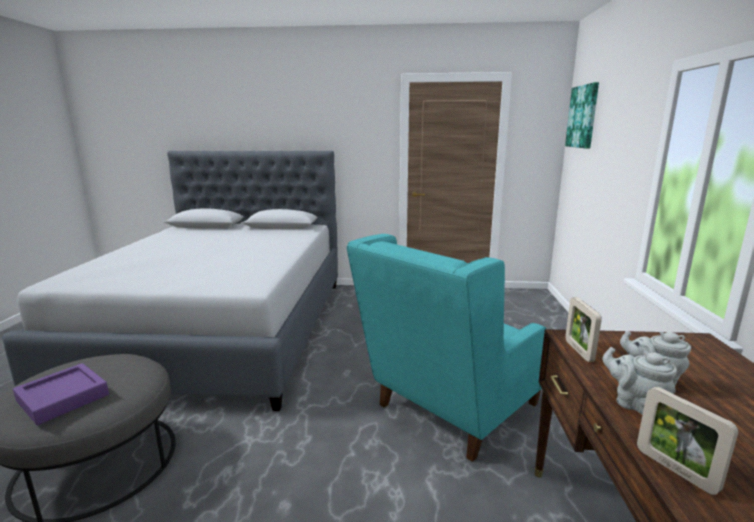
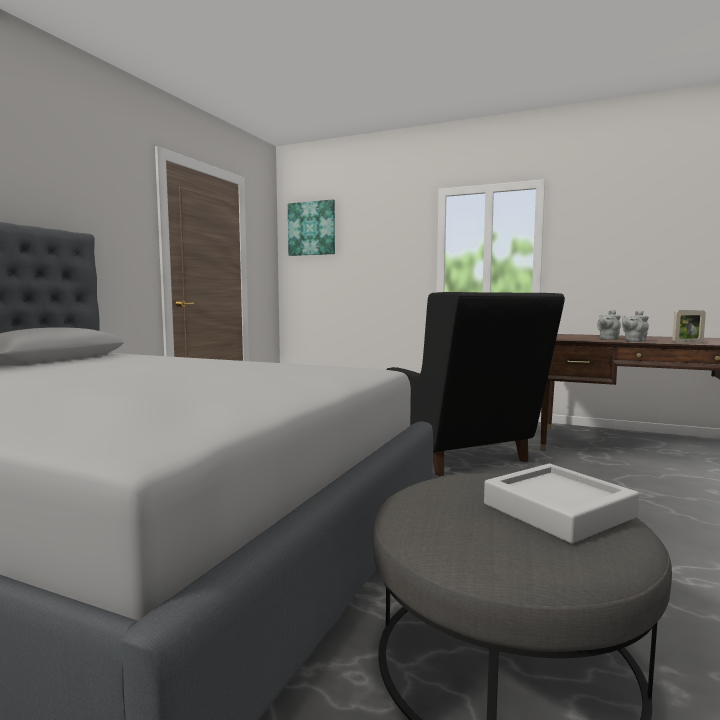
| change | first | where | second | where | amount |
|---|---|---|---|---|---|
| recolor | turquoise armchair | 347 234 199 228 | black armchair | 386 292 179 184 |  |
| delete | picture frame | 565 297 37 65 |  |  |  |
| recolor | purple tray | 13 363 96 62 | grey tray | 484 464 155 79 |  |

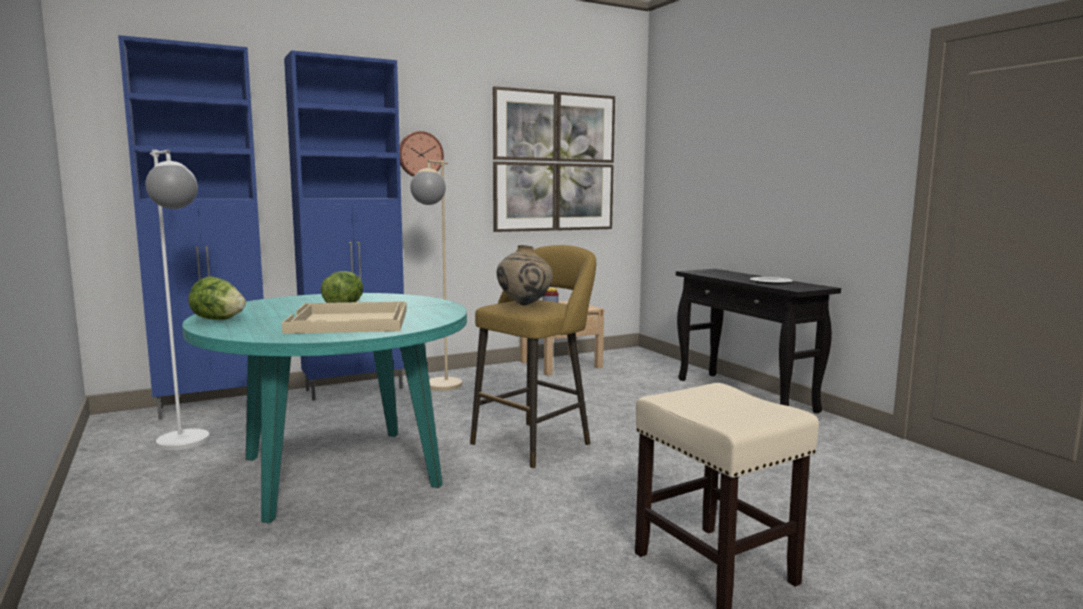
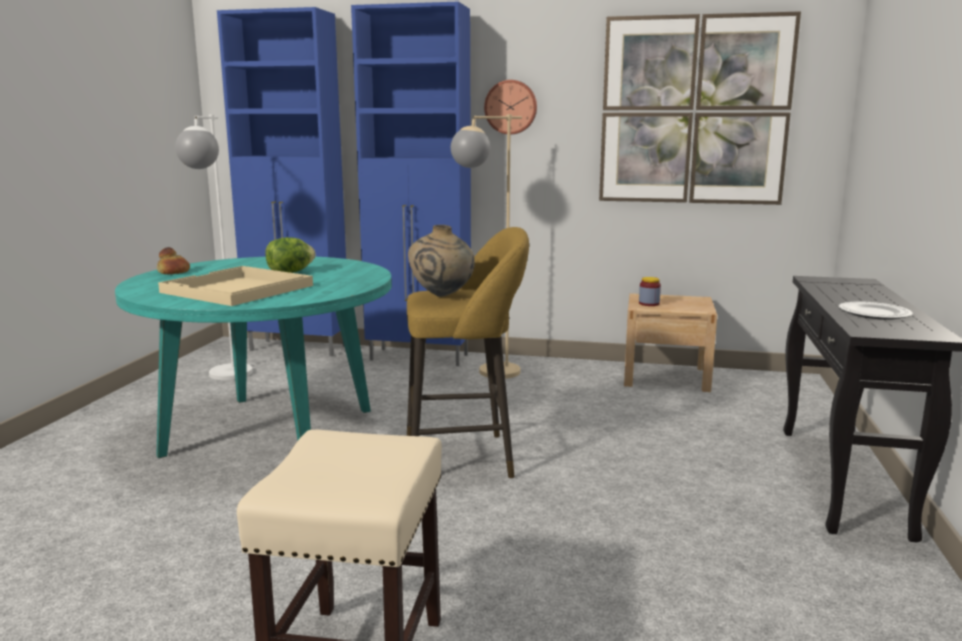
| change | first | where | second | where | amount |
|---|---|---|---|---|---|
| replace | lettuce | 188 277 58 43 | bread | 157 247 33 27 |  |

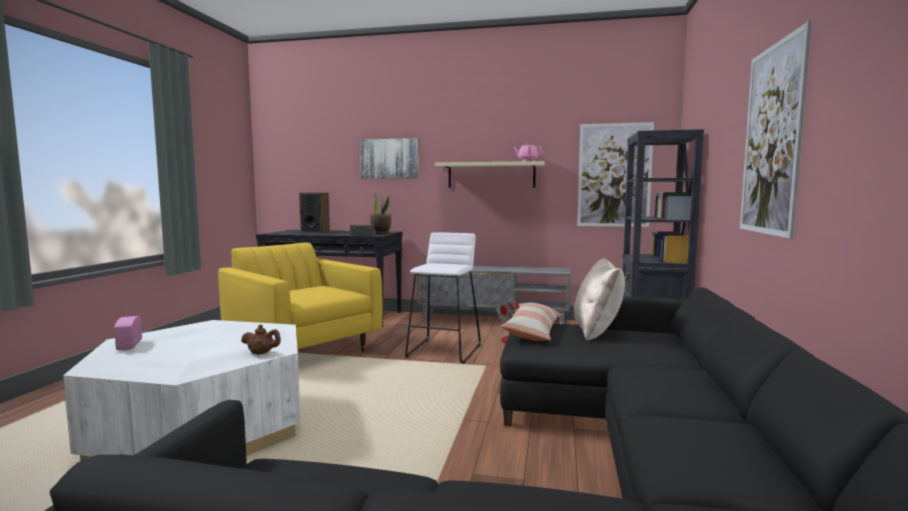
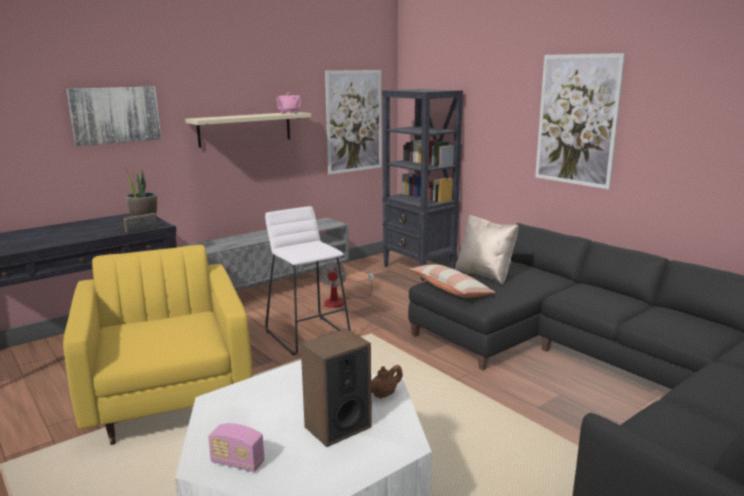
| change | first | where | second | where | amount |
|---|---|---|---|---|---|
| move | speaker | 299 193 31 40 |  | 301 329 71 118 |  |
| rotate | yellow armchair | 218 243 165 109 |  | 63 245 190 200 | 75 degrees clockwise |

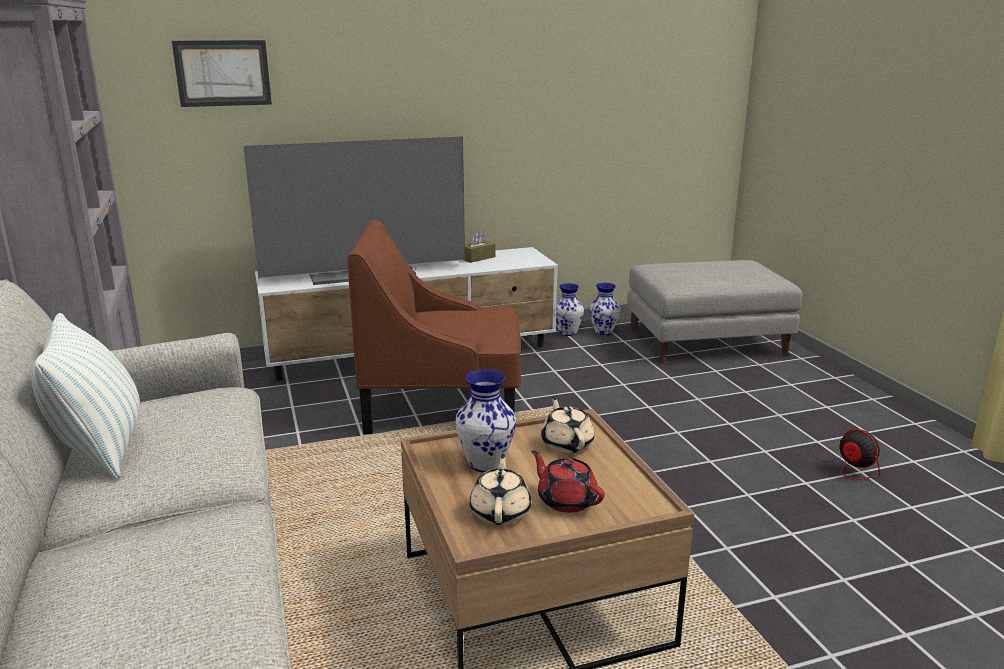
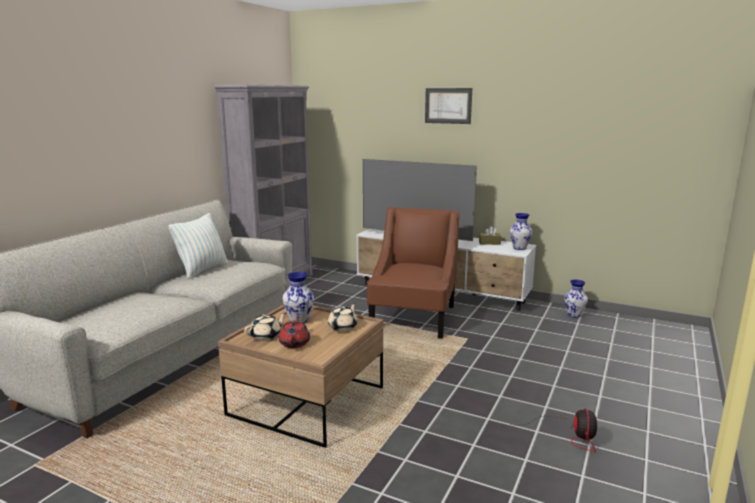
| change | first | where | second | where | amount |
|---|---|---|---|---|---|
| move | picture | 172 40 100 67 |  | 425 88 47 36 |  |
| rotate | brown armchair | 347 220 174 214 |  | 367 207 92 132 | 60 degrees clockwise |
| delete | grey ottoman | 627 260 175 103 |  |  |  |
| move | vase | 556 283 28 53 |  | 510 213 22 37 |  |

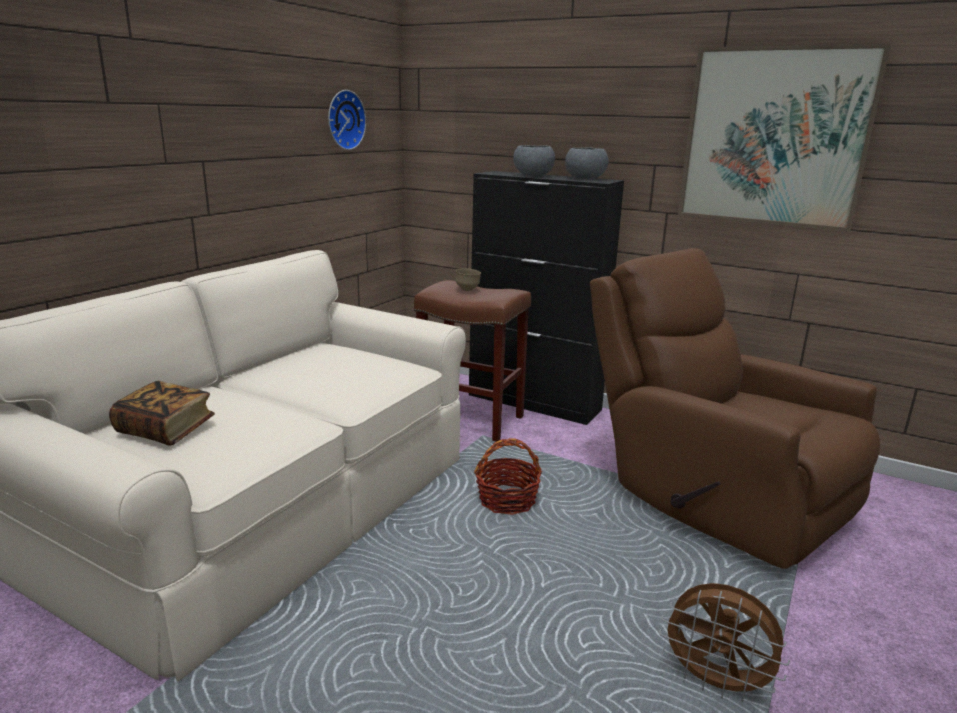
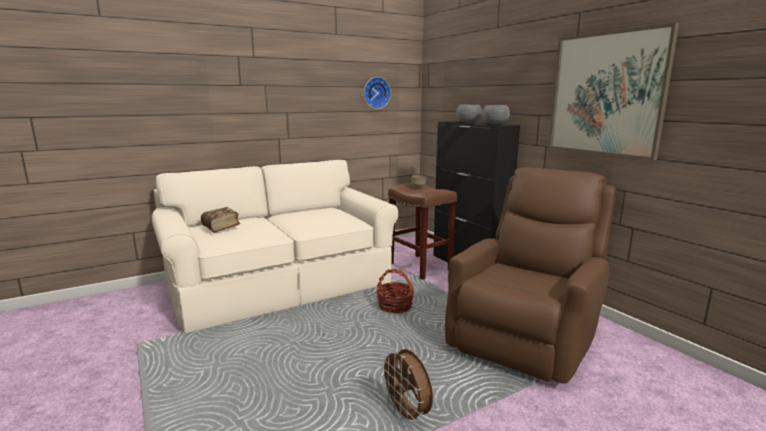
| change | first | where | second | where | amount |
|---|---|---|---|---|---|
| rotate | brown armchair | 590 248 290 321 |  | 445 167 172 217 | 45 degrees clockwise |

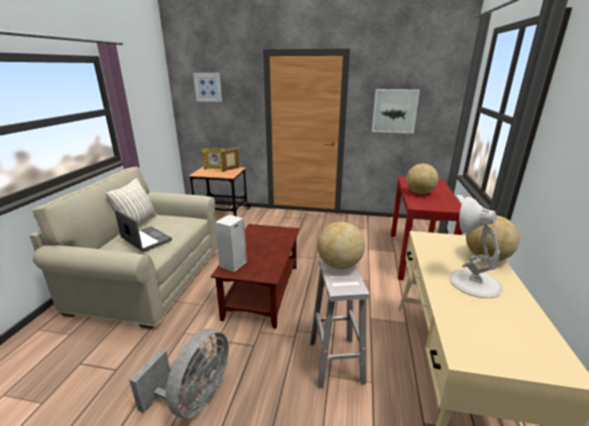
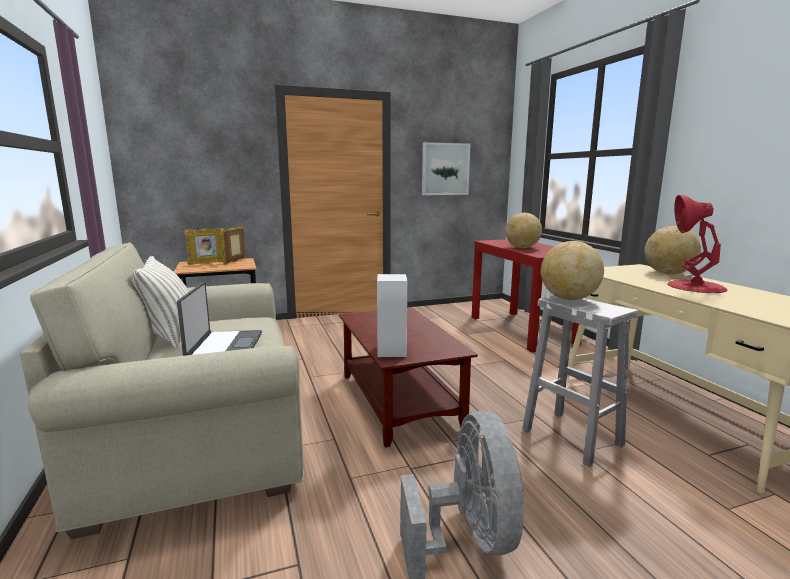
| change | first | where | second | where | amount |
|---|---|---|---|---|---|
| delete | picture | 193 73 29 29 |  |  |  |
| recolor | white table lamp | 449 197 54 101 | red table lamp | 667 195 61 98 |  |
| rotate | laptop | 114 209 58 43 |  | 177 282 85 74 | 75 degrees clockwise |

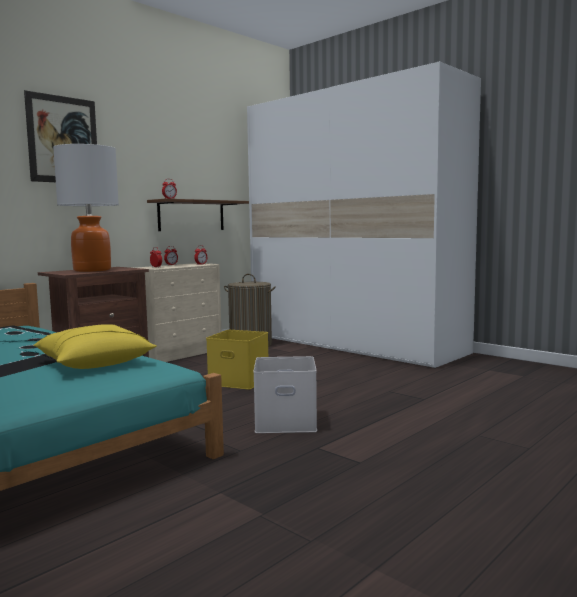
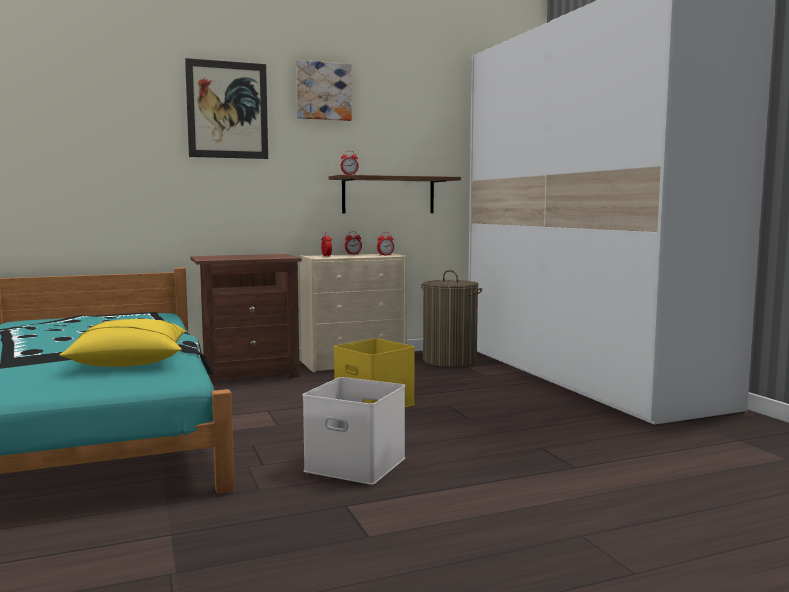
| change | first | where | second | where | amount |
|---|---|---|---|---|---|
| delete | table lamp | 53 144 66 128 |  |  |  |
| insert |  |  | picture | 296 60 56 61 |  |

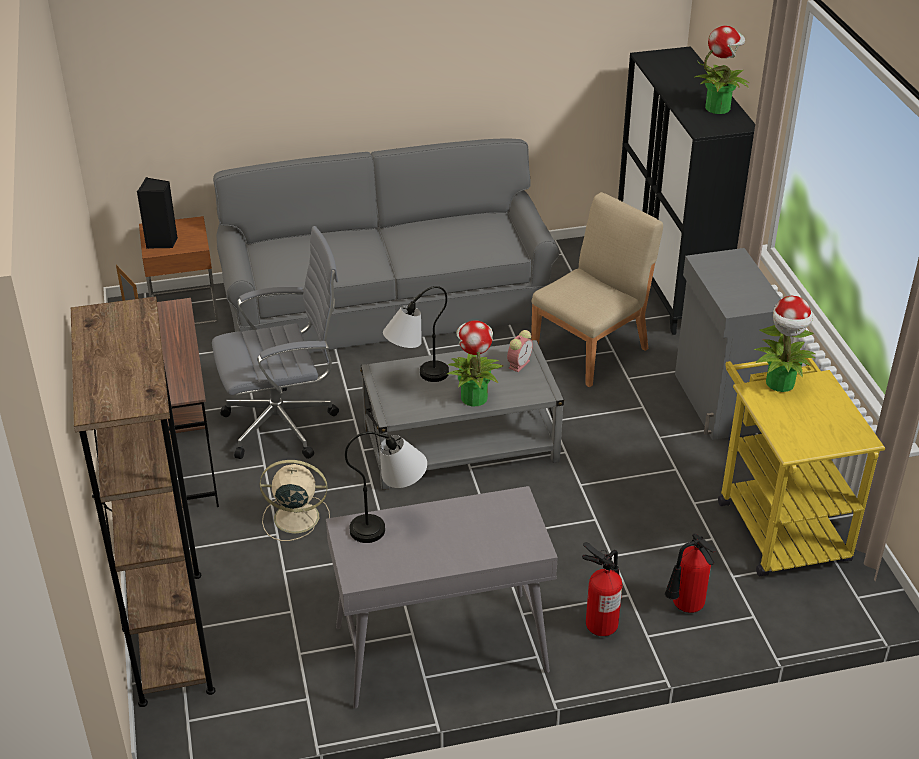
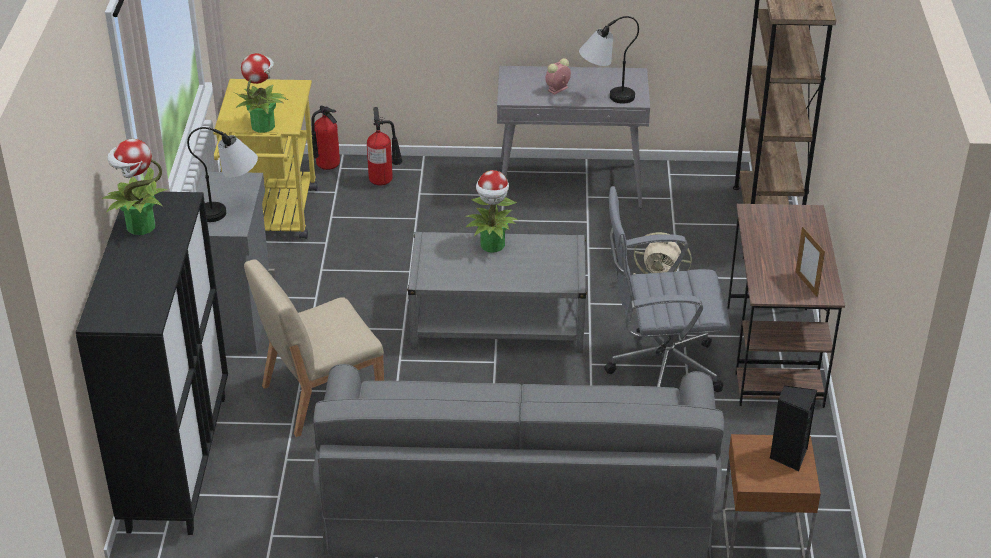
| change | first | where | second | where | amount |
|---|---|---|---|---|---|
| move | table lamp | 383 286 66 96 |  | 187 127 71 95 |  |
| move | alarm clock | 507 330 26 42 |  | 545 58 26 37 |  |
| move | fire extinguisher | 582 542 41 94 |  | 308 105 32 65 |  |

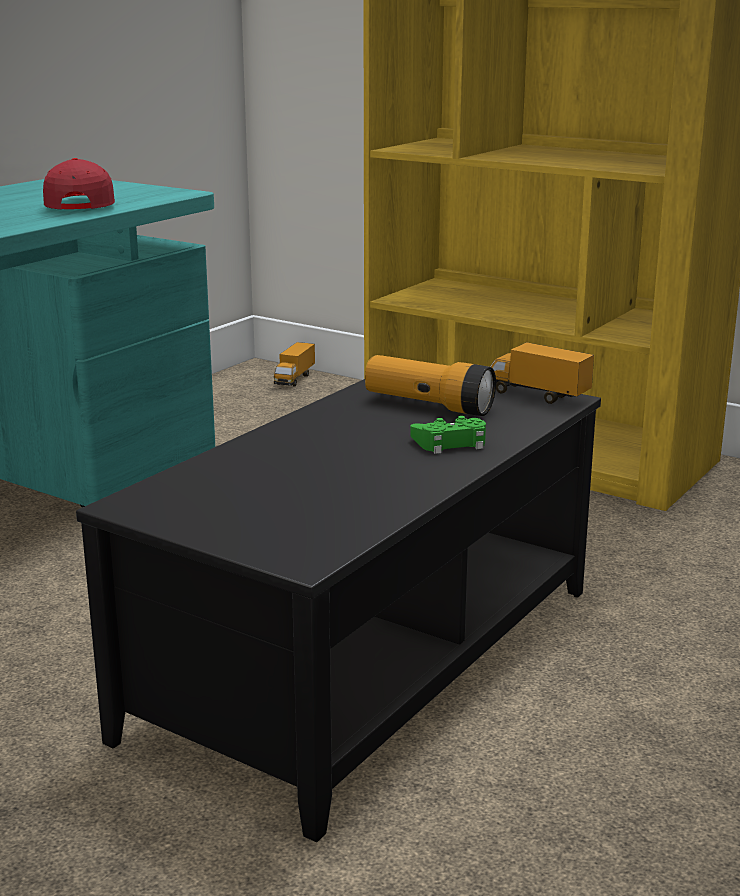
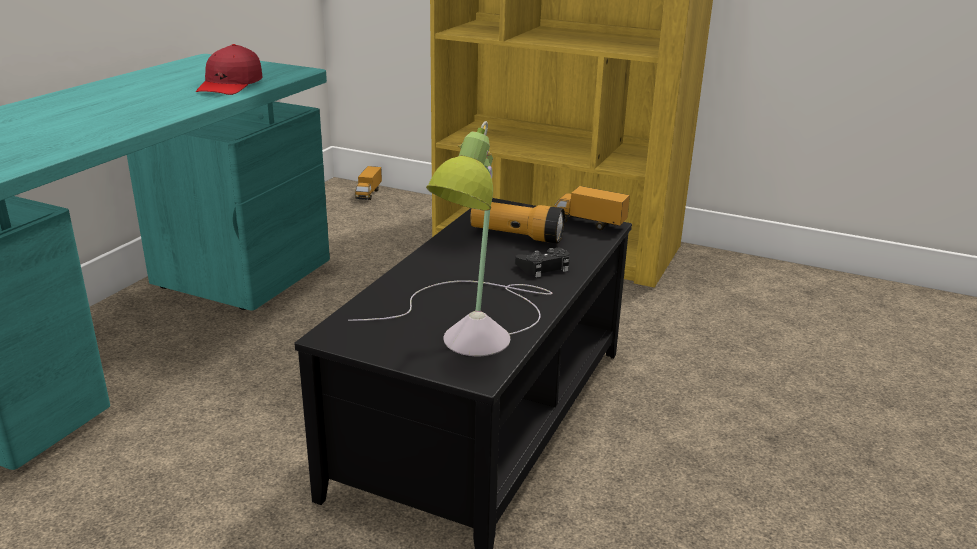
| change | first | where | second | where | amount |
|---|---|---|---|---|---|
| rotate | red cap | 43 158 72 51 |  | 196 44 67 51 | 150 degrees counterclockwise |
| recolor | green game controller | 410 416 76 38 | black game controller | 515 247 55 31 |  |
| insert |  |  | table lamp | 348 121 205 235 |  |

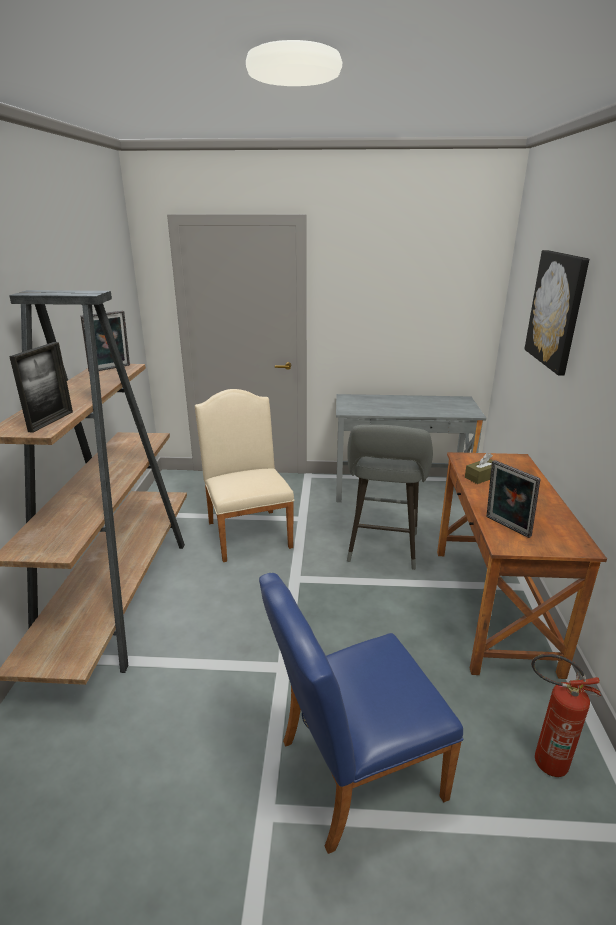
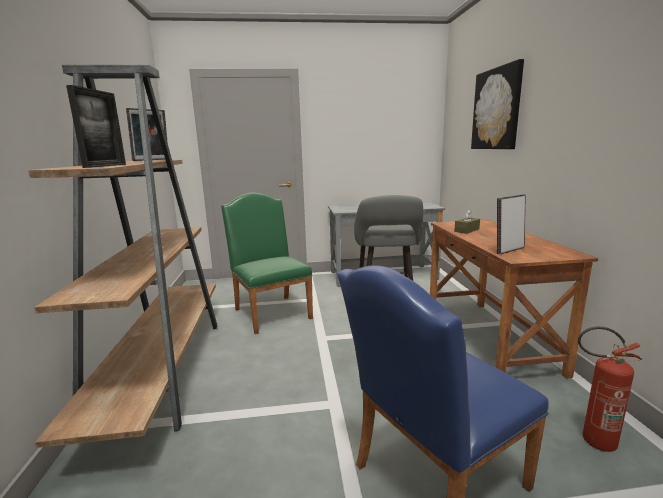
| change | first | where | second | where | amount |
|---|---|---|---|---|---|
| recolor | beige chair | 195 389 100 173 | green chair | 221 193 92 141 |  |
| rotate | picture frame | 486 460 55 78 |  | 497 194 29 60 | 105 degrees clockwise |

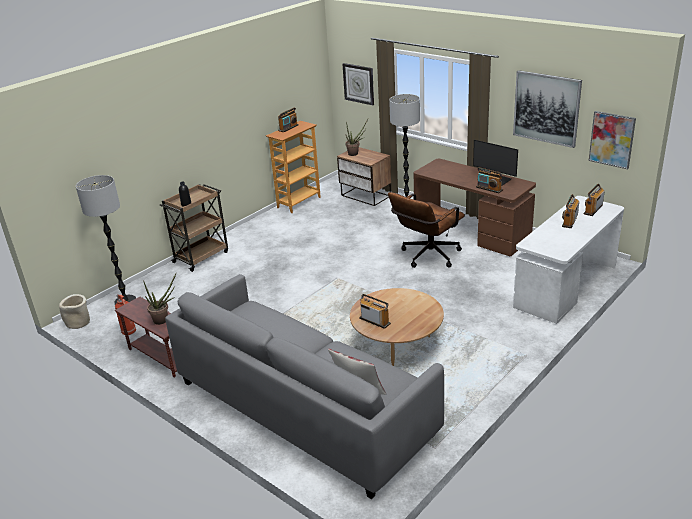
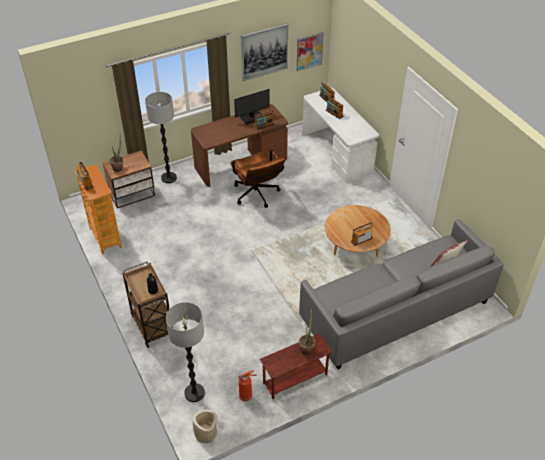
| change | first | where | second | where | amount |
|---|---|---|---|---|---|
| delete | wall clock | 343 63 31 42 |  |  |  |

